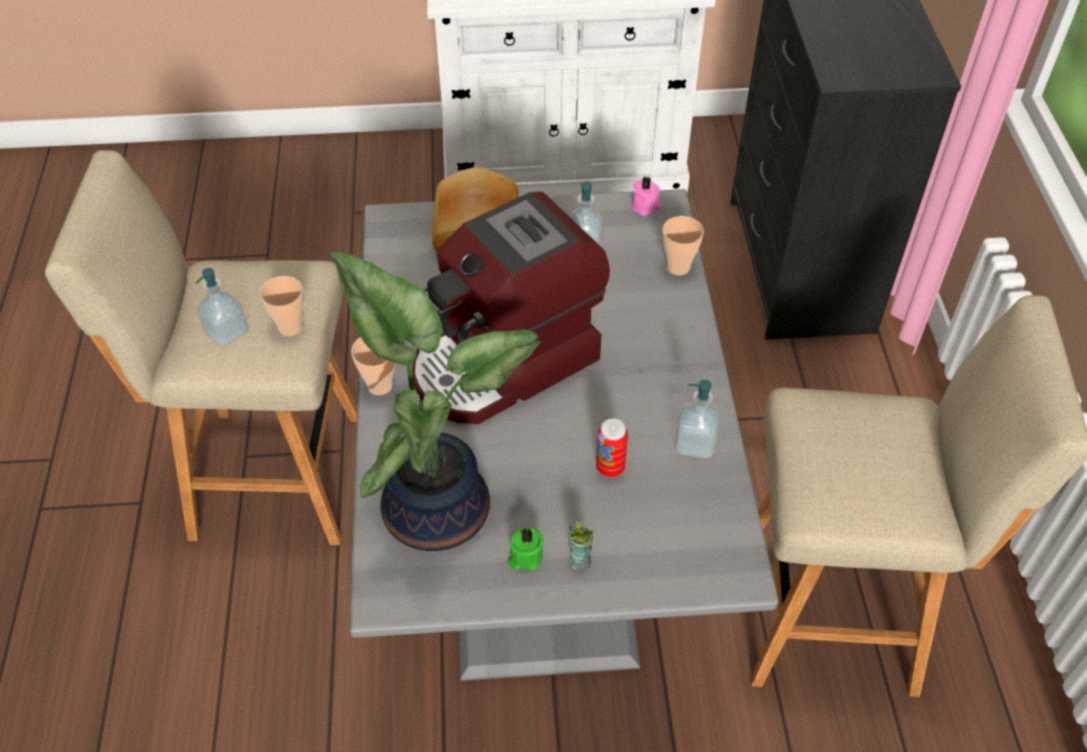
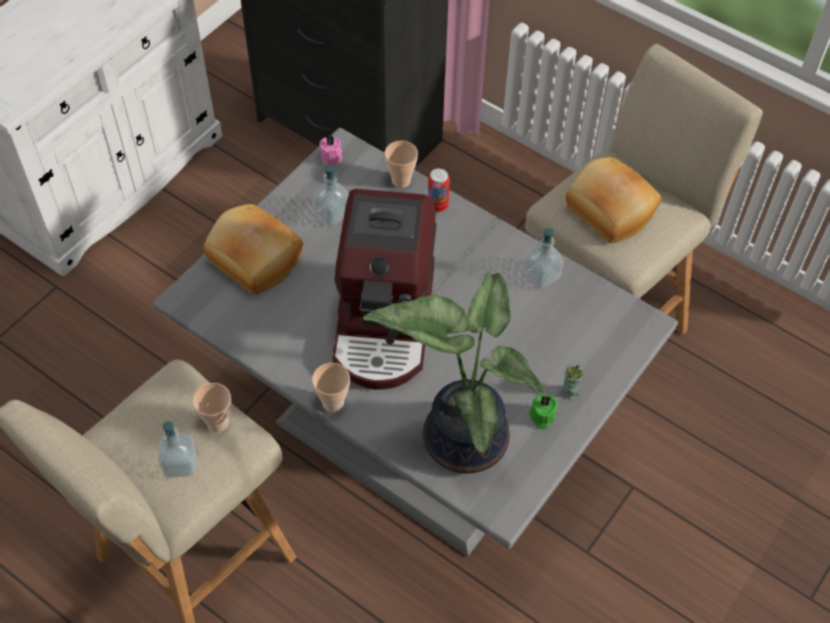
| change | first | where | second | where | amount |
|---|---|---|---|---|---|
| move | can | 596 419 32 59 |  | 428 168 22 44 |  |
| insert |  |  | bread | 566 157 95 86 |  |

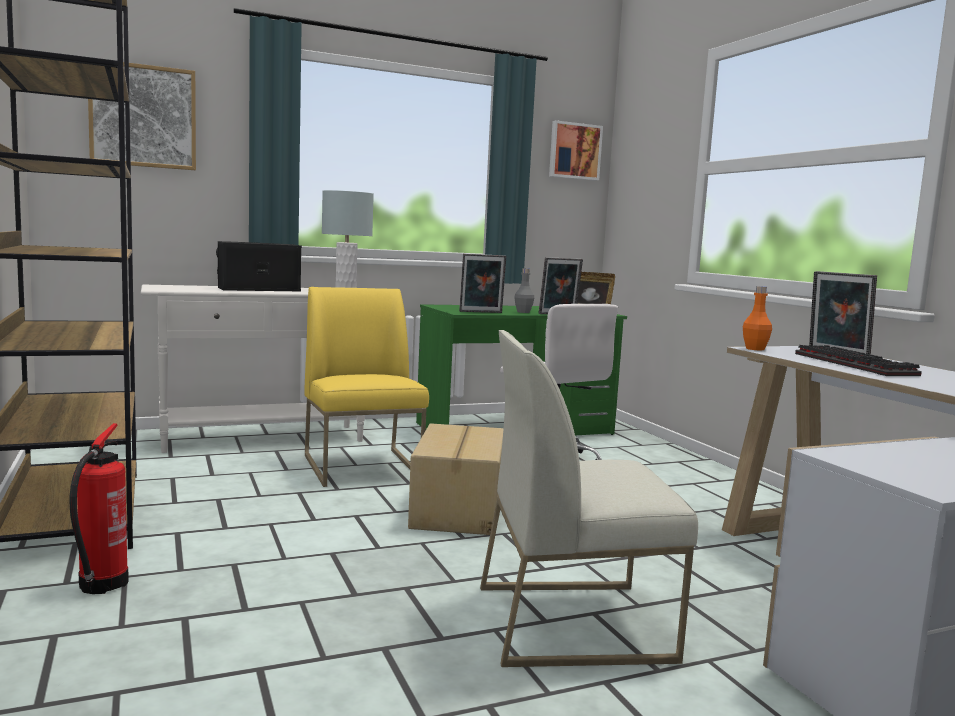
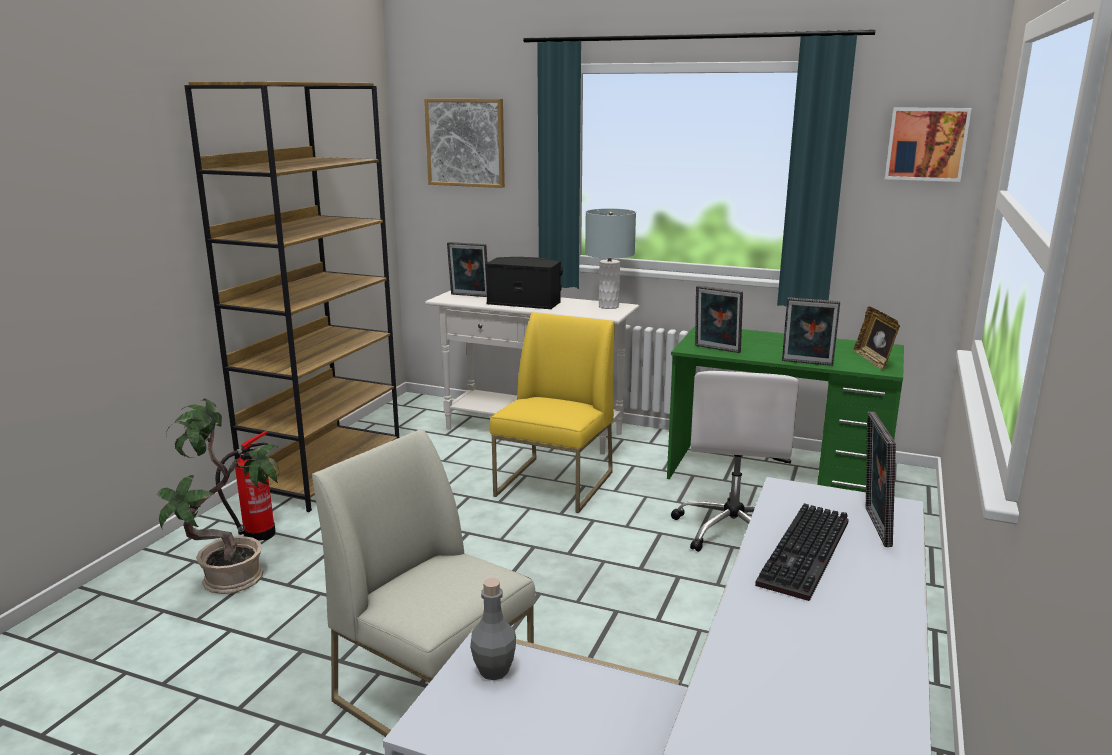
| change | first | where | second | where | amount |
|---|---|---|---|---|---|
| move | grey bottle | 514 268 20 45 |  | 470 578 46 102 |  |
| delete | orange bottle | 743 286 29 65 |  |  |  |
| delete | cardboard box | 408 423 96 112 |  |  |  |
| insert |  |  | picture frame | 447 242 40 55 |  |
| insert |  |  | potted plant | 157 399 122 195 |  |

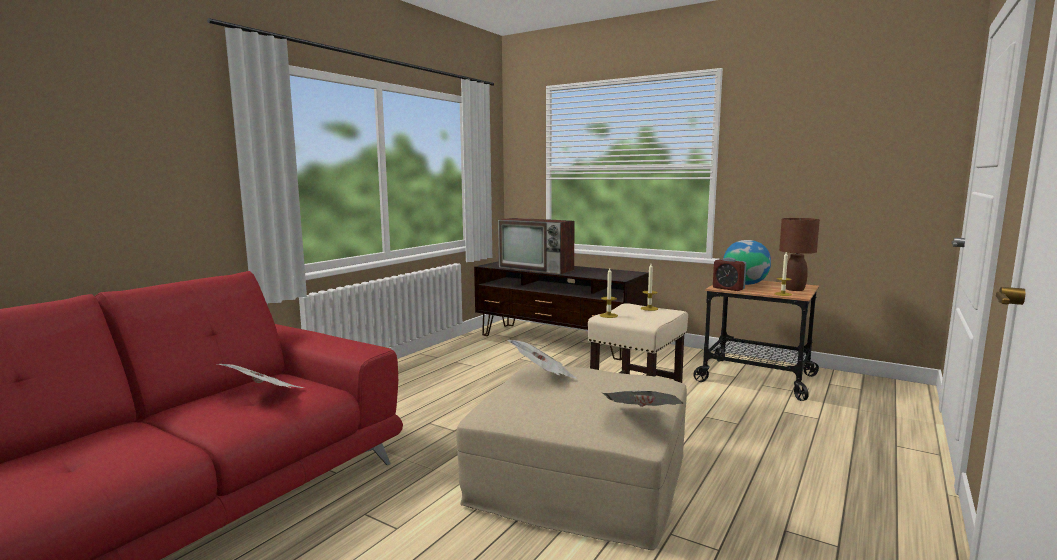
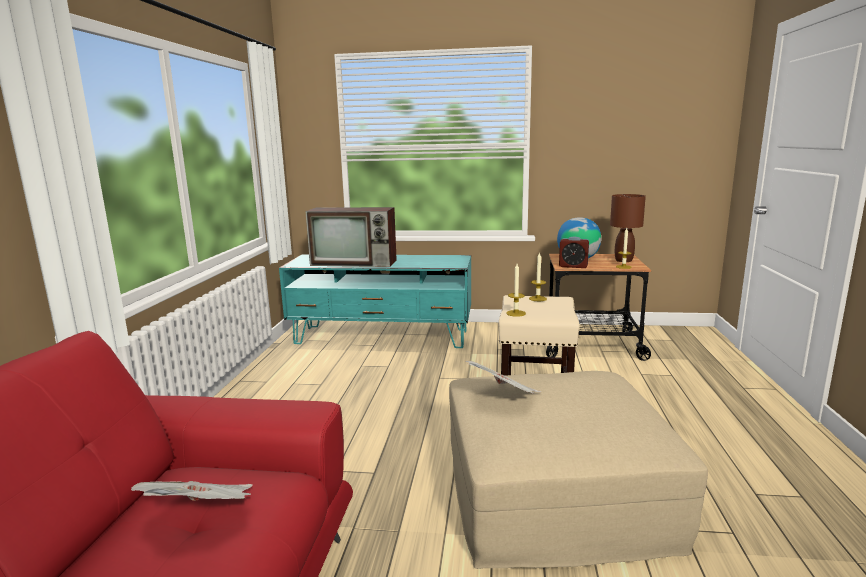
| change | first | where | second | where | amount |
|---|---|---|---|---|---|
| recolor | brown tv stand | 474 261 175 99 | turquoise tv stand | 279 254 192 94 |  |
| delete | newspaper | 603 391 80 16 |  |  |  |

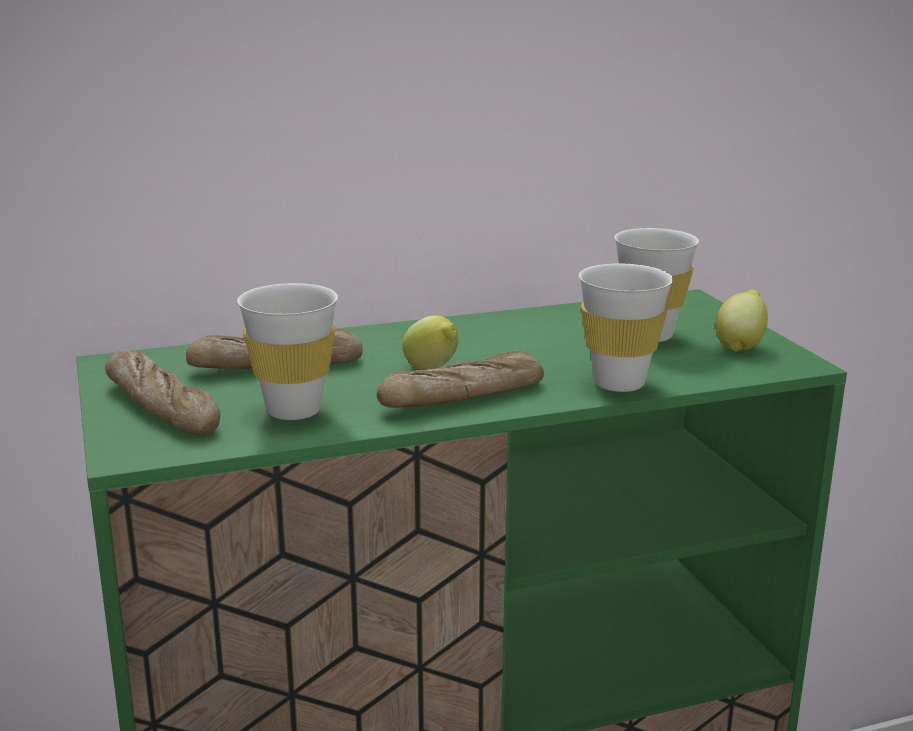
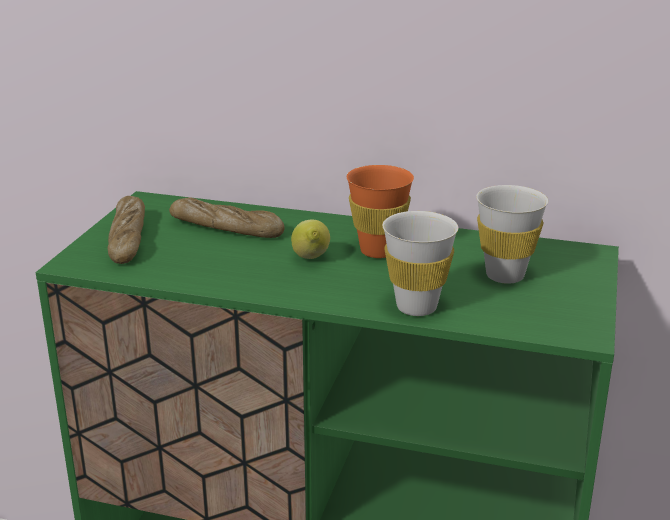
| change | first | where | second | where | amount |
|---|---|---|---|---|---|
| delete | white cup | 237 283 101 137 |  |  |  |
| delete | lemon | 716 290 52 62 |  |  |  |
| delete | bread | 377 350 167 58 |  |  |  |
| insert |  |  | orange cup | 347 165 67 93 |  |

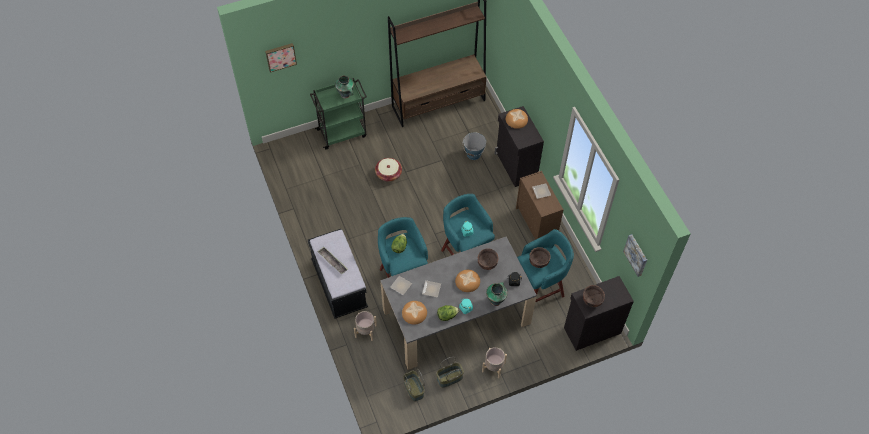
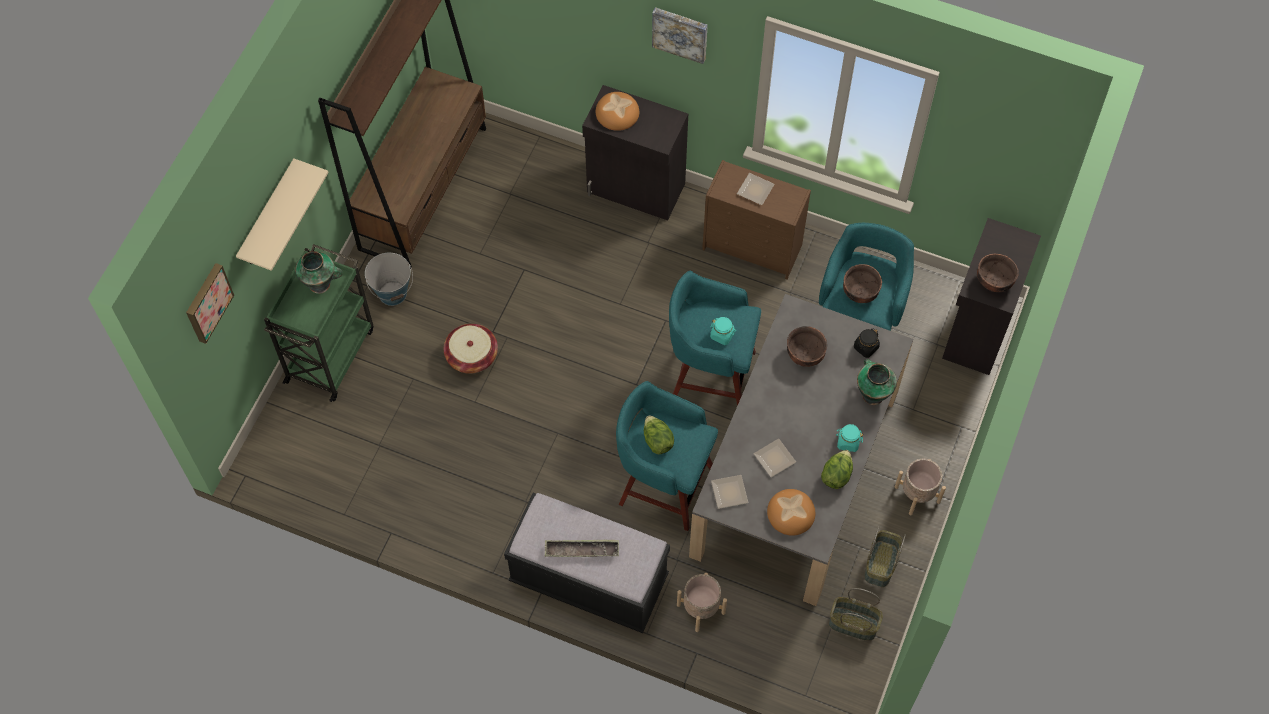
| change | first | where | second | where | amount |
|---|---|---|---|---|---|
| move | bucket | 463 133 23 27 |  | 365 253 48 53 |  |
| move | picture | 623 234 24 43 |  | 652 7 56 57 |  |
| delete | bread | 455 270 25 22 |  |  |  |
| insert |  |  | beige shelf | 236 158 93 113 |  |

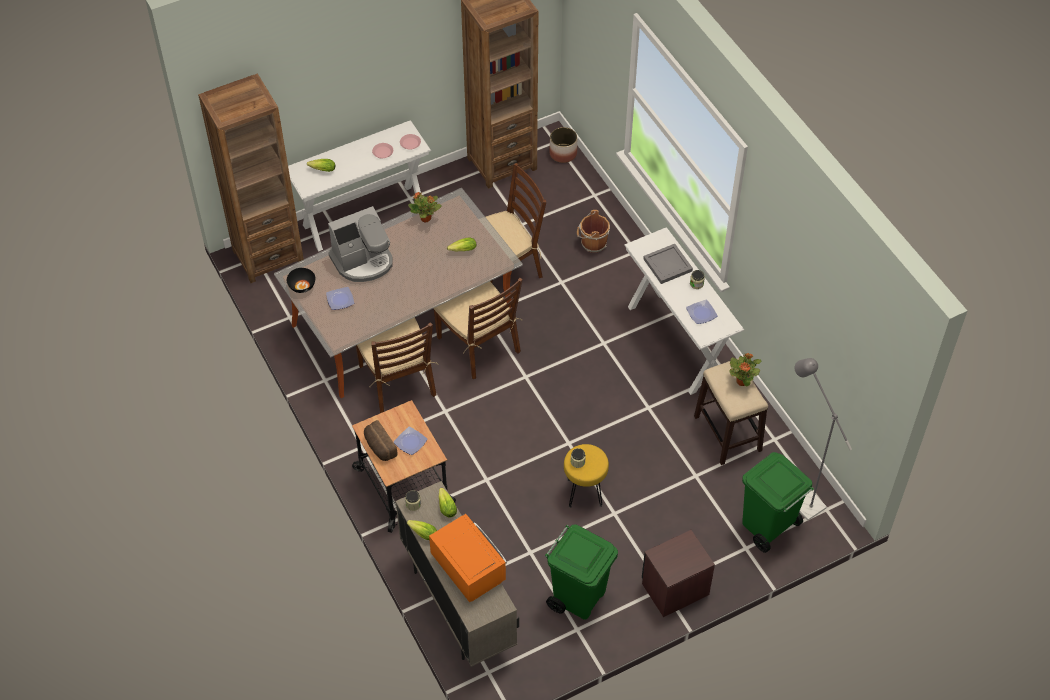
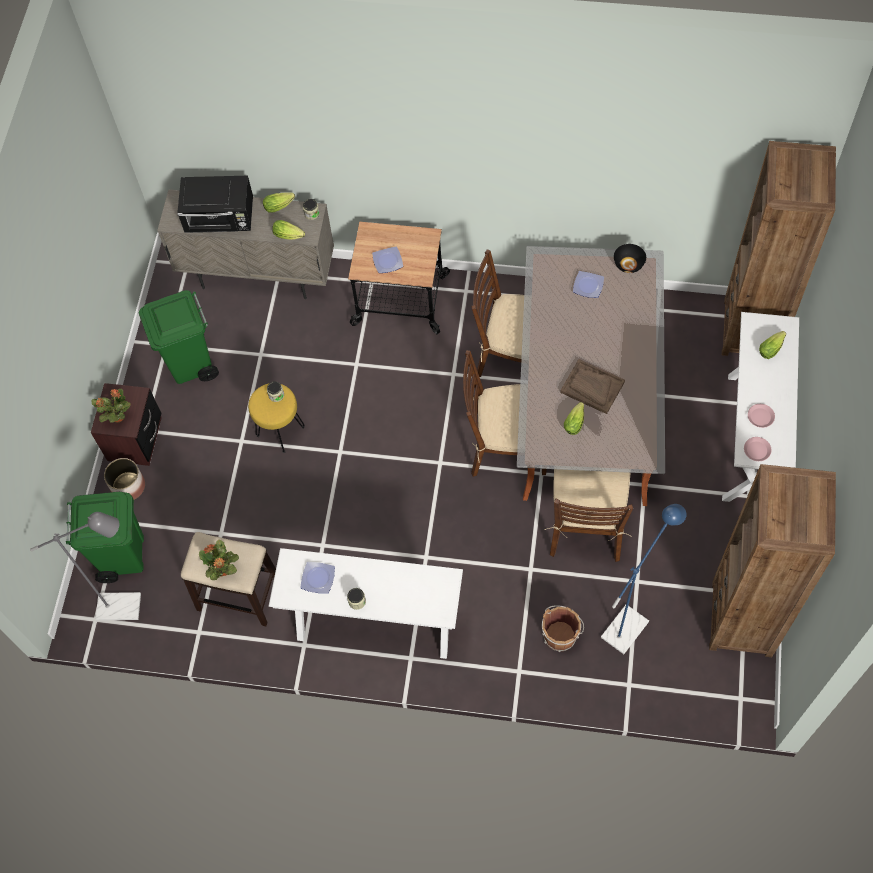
| change | first | where | second | where | amount |
|---|---|---|---|---|---|
| move | planter | 549 127 28 36 |  | 104 458 41 42 |  |
| move | potted plant | 408 192 33 30 |  | 92 389 39 34 |  |
| delete | coffee machine | 328 206 65 76 |  |  |  |
| delete | grey tray | 643 244 50 40 |  |  |  |
| delete | bread | 364 420 34 41 |  |  |  |
| recolor | orange microwave | 429 514 78 88 | black microwave | 177 176 76 57 |  |
| insert |  |  | brown tray | 560 359 65 55 |  |
| insert |  |  | blue floor lamp | 601 504 85 150 |  |

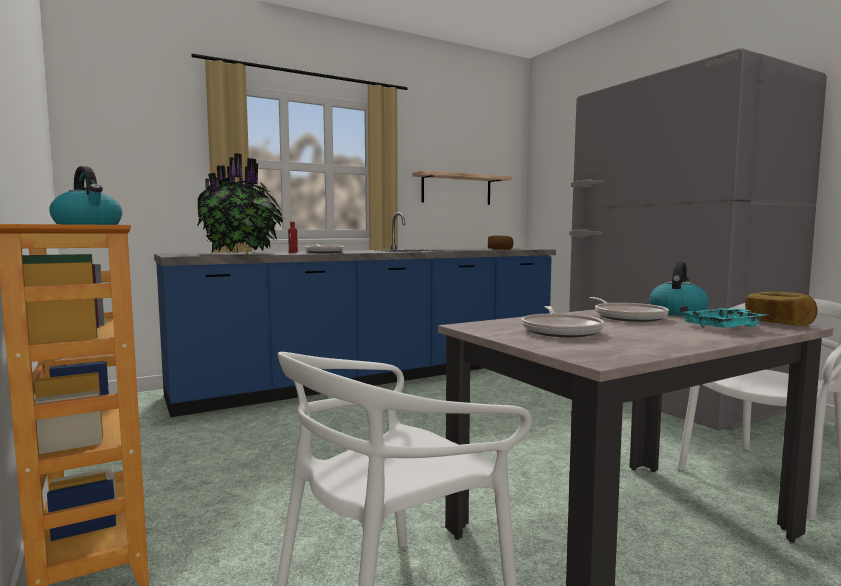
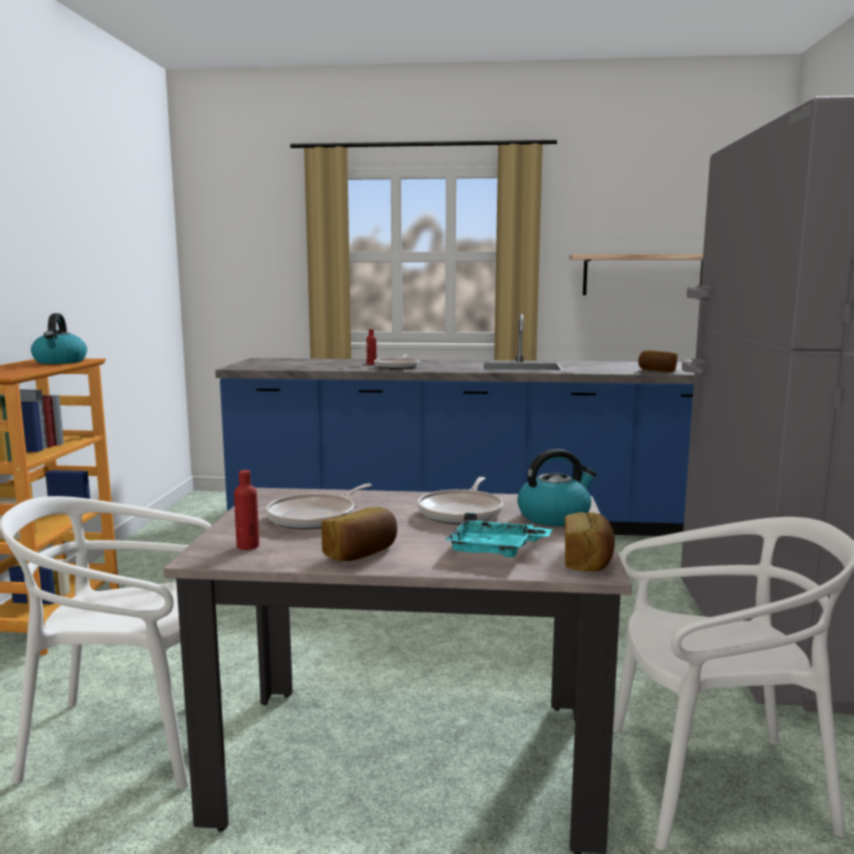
| change | first | where | second | where | amount |
|---|---|---|---|---|---|
| delete | potted plant | 197 153 89 101 |  |  |  |
| insert |  |  | red bottle | 234 470 25 80 |  |
| insert |  |  | bread | 321 507 76 54 |  |

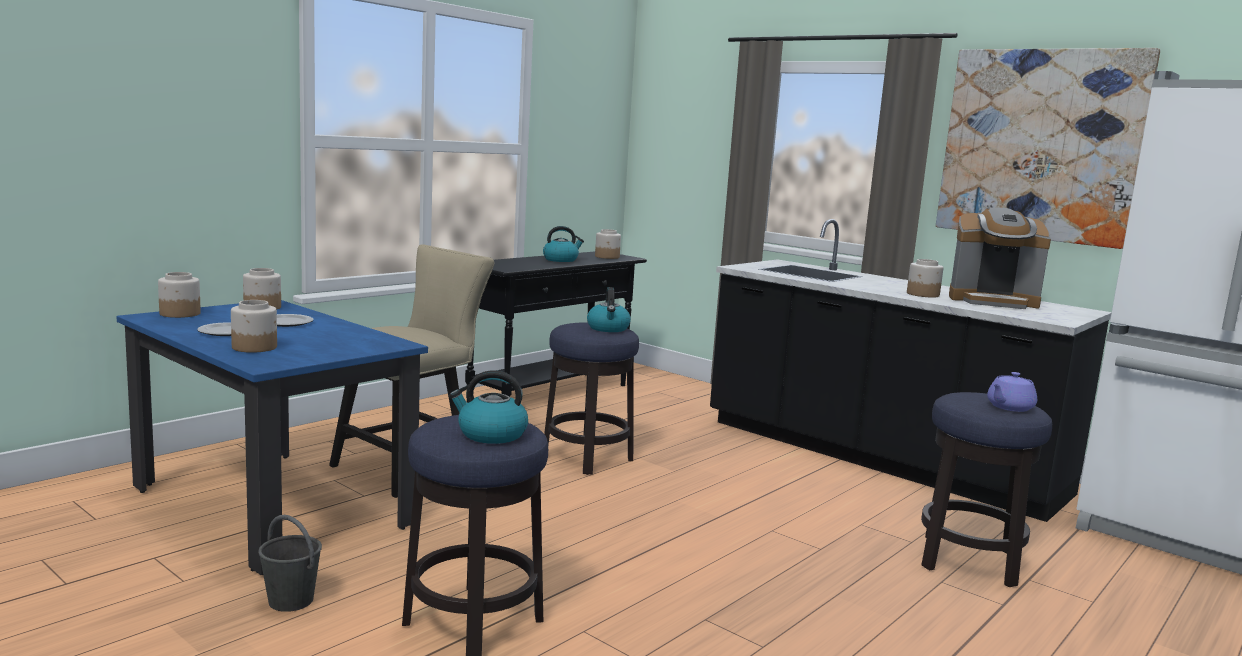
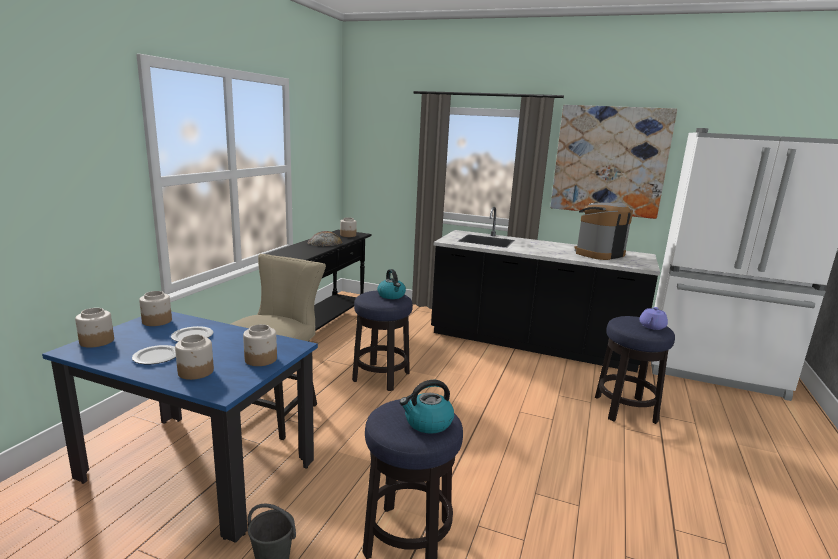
| change | first | where | second | where | amount |
|---|---|---|---|---|---|
| rotate | coffee machine | 949 207 102 102 |  | 574 202 59 58 | 150 degrees clockwise |
| replace | kettle | 543 226 41 36 | bread | 307 231 35 15 |  |
| move | jar | 907 259 36 39 |  | 243 324 34 42 |  |

